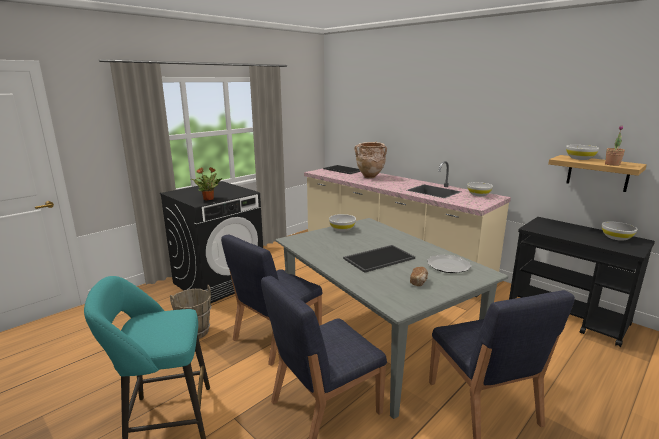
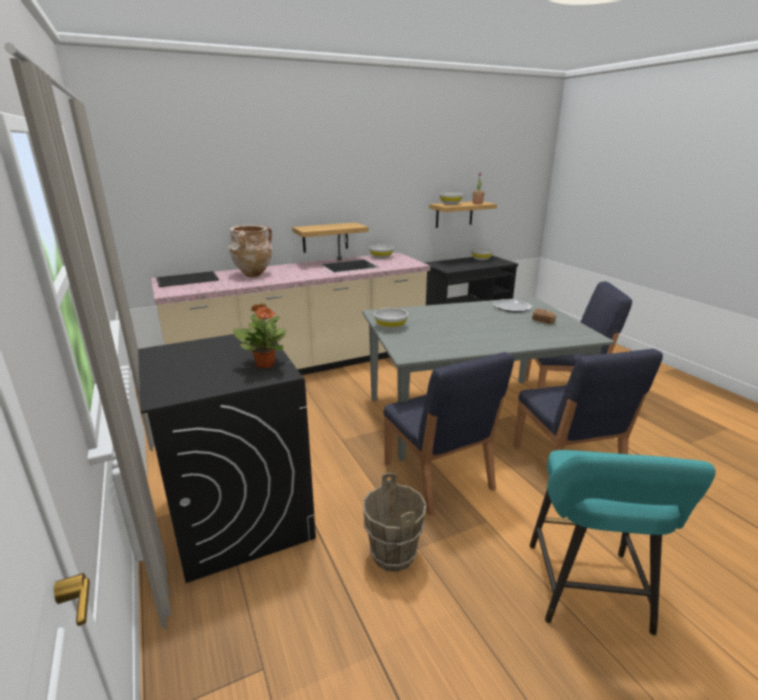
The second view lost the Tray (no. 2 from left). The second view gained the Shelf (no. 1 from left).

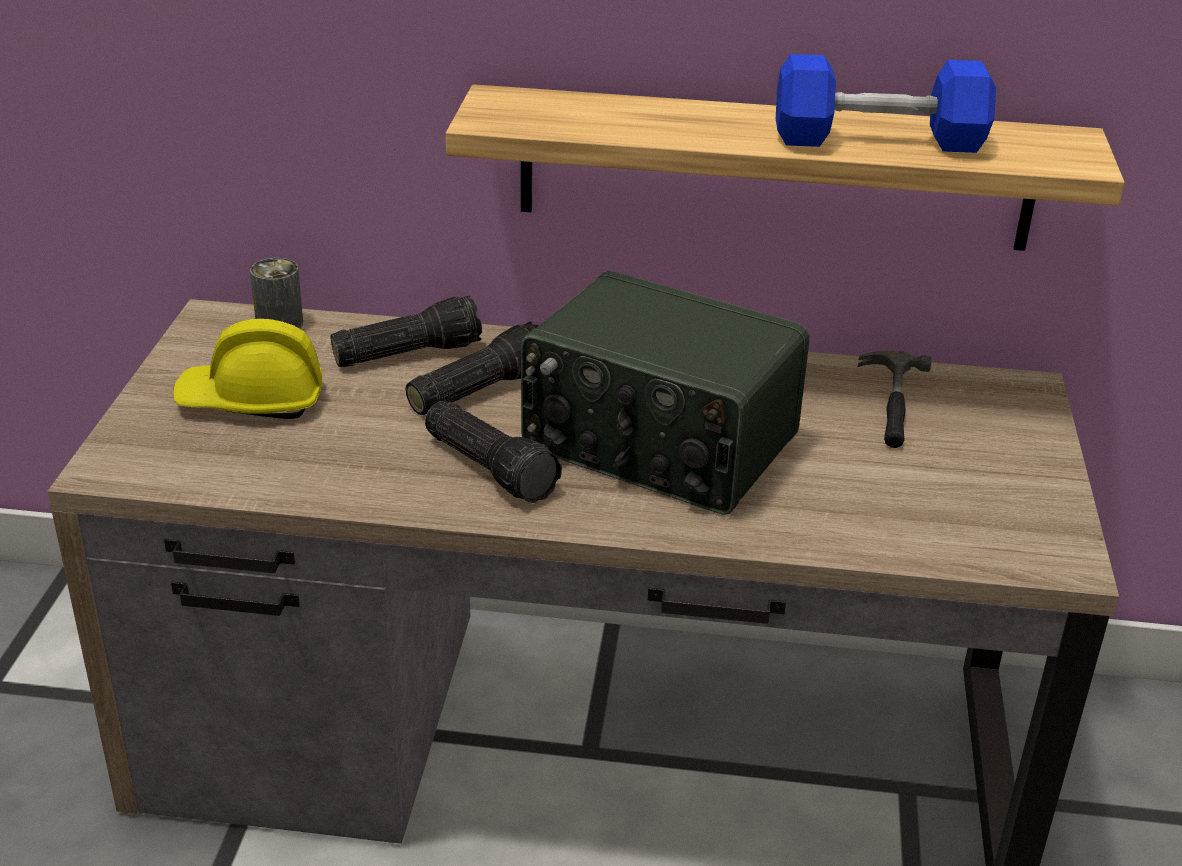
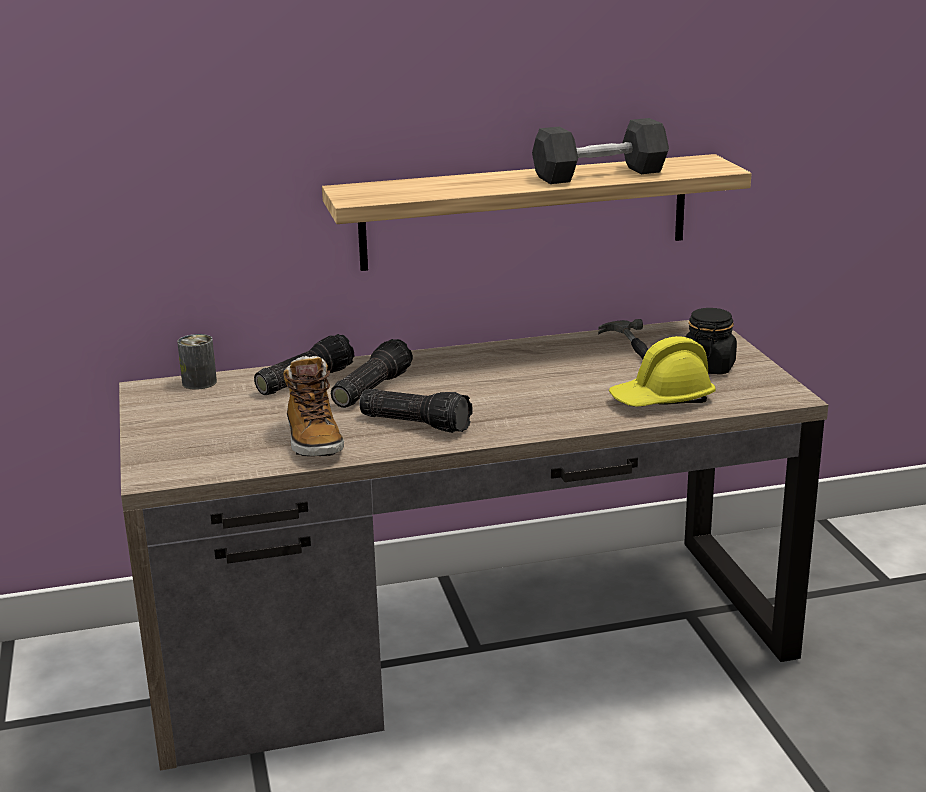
What was the BlueDumbbell turned into the BlackDumbbell. The second view lost the Radio. The YellowHardHat ended up elsewhere. The second view gained the BlackJar. The second view gained the Boot.

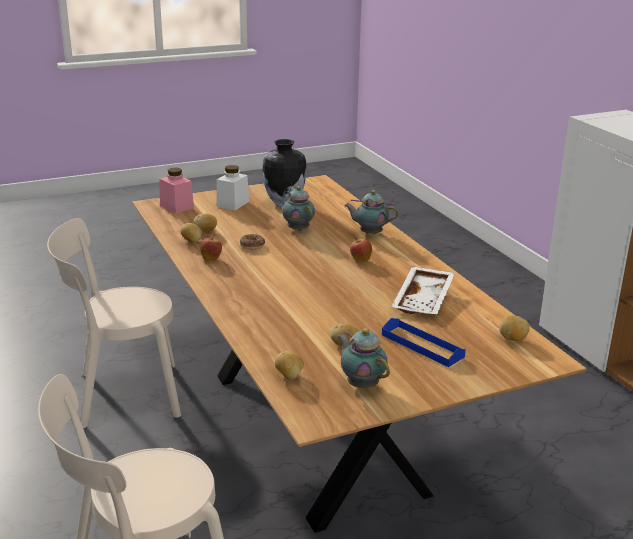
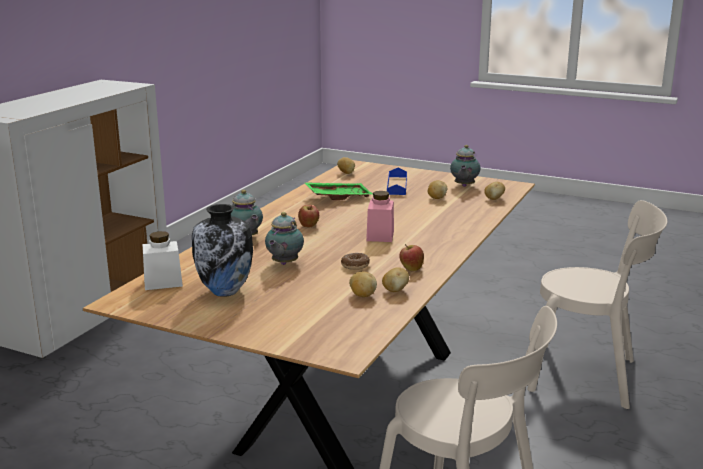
The WhiteJar ended up elsewhere. The PinkJar ended up elsewhere. What was the WhiteTray turned into the GreenTray.

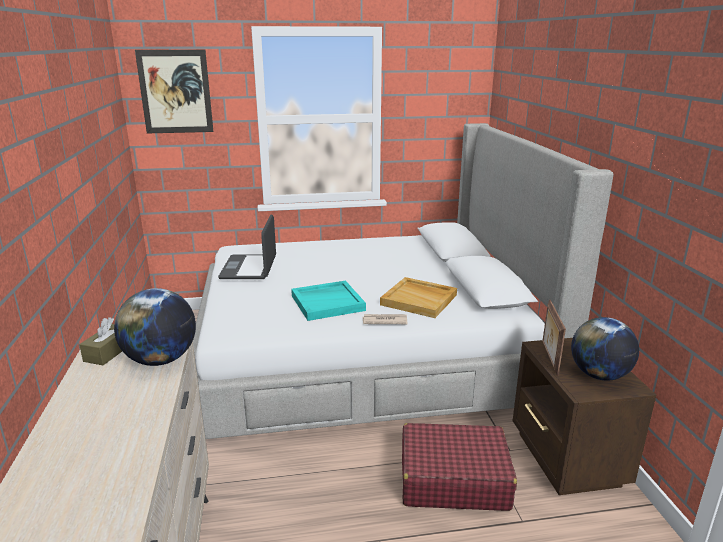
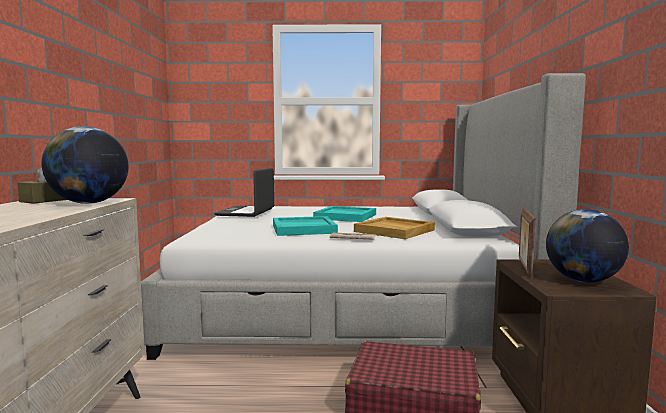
The second view lost the Picture. The second view gained the TurquoiseTray (no. 2 from left).

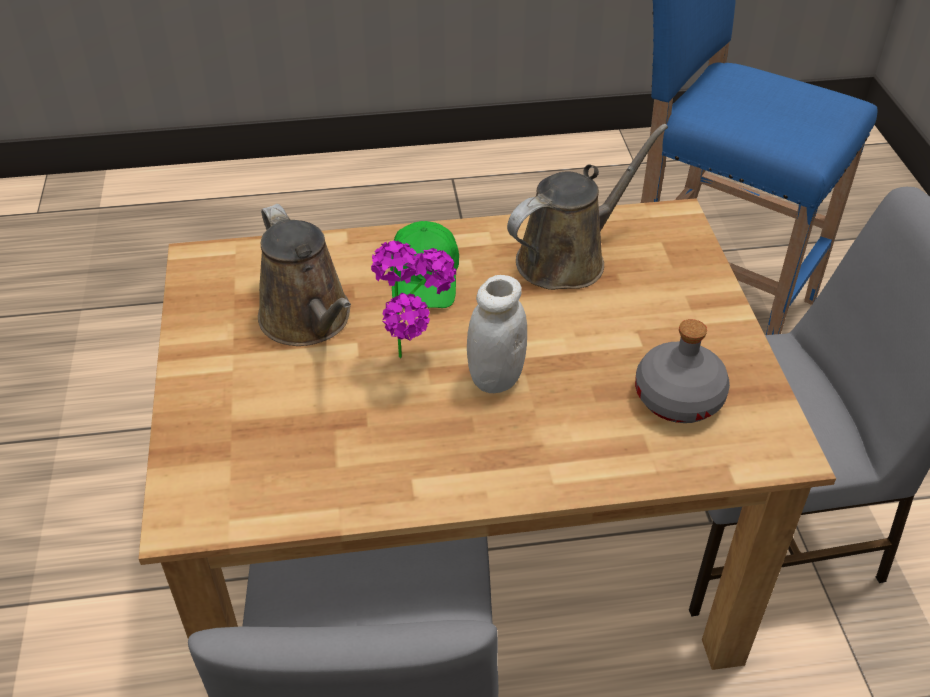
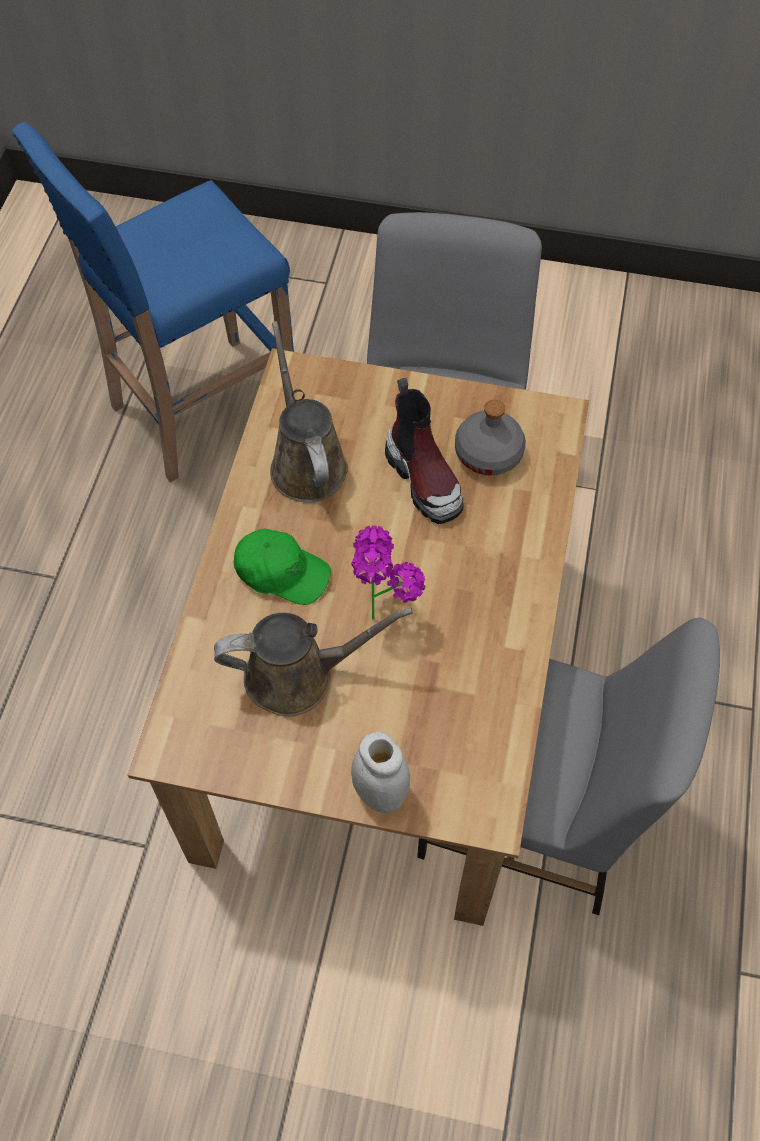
The WhiteJar ended up elsewhere. The second view gained the Boot.

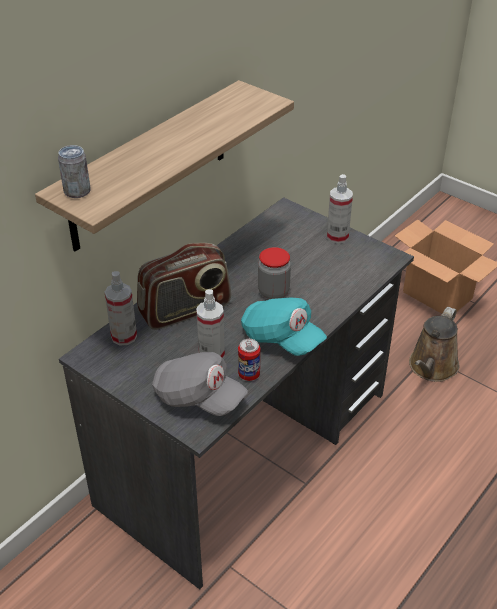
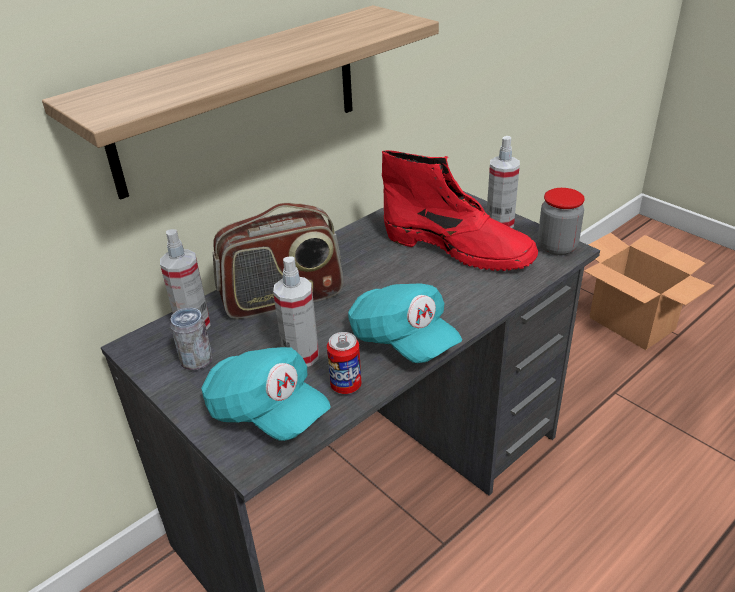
The Can (no. 1 from left) ended up elsewhere. The Jar ended up elsewhere. The second view lost the BrownWateringCan. What was the GreyCap turned into the TurquoiseCap (no. 1 from left). The second view gained the RedBoot.

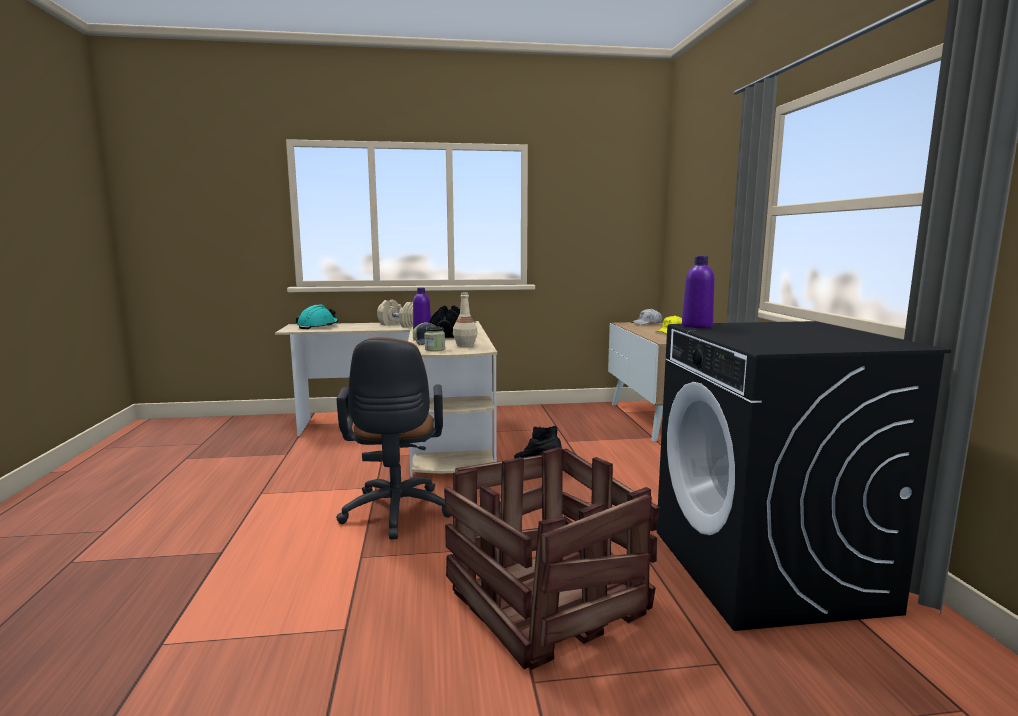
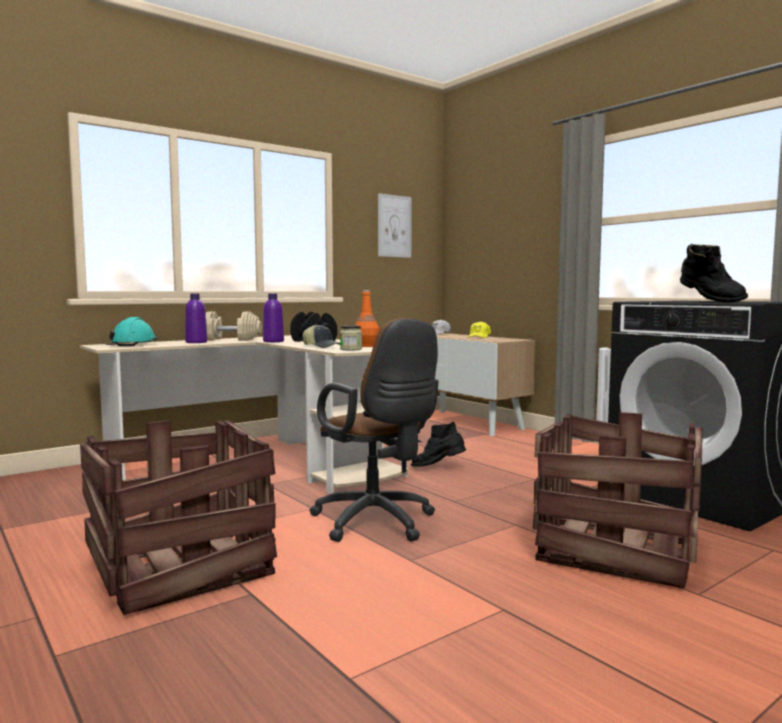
The PurpleBottle (no. 2 from left in the first image) ended up elsewhere. What was the BeigeBottle turned into the OrangeBottle. The second view gained the Picture. The second view gained the BlackBoot (no. 2 from left). The second view gained the Crate (no. 1 from left).

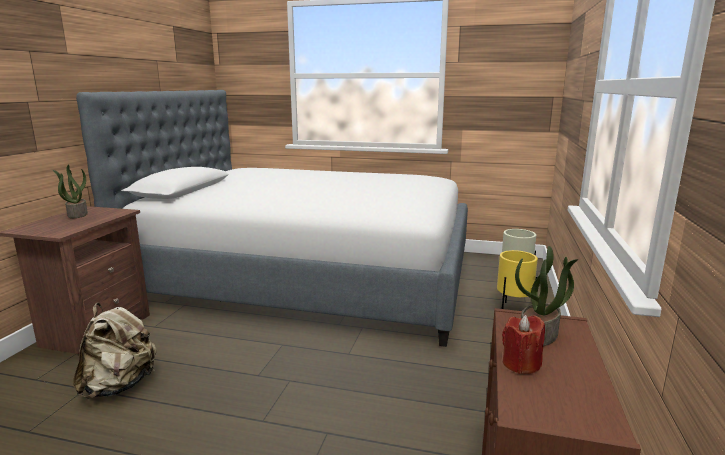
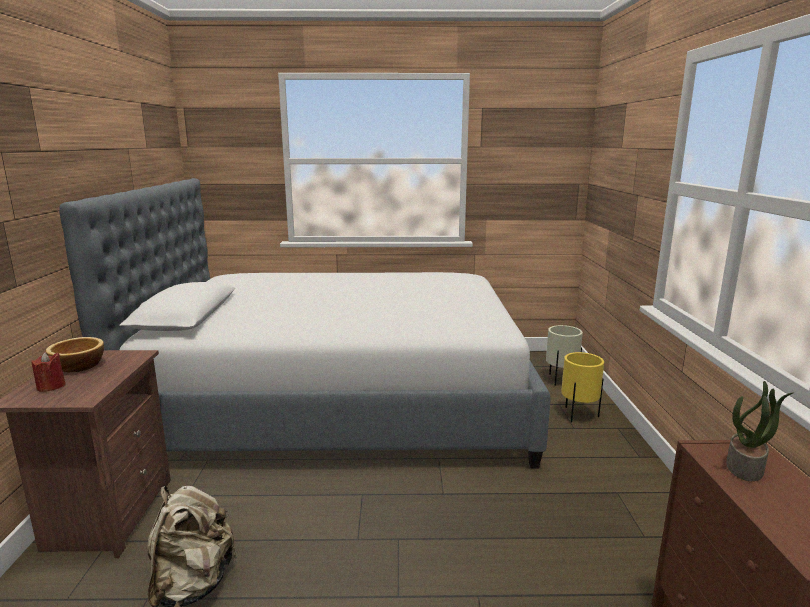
Where the PottedPlant (no. 1 from left) stood, the Bowl came to stand. The RedCandle ended up elsewhere.

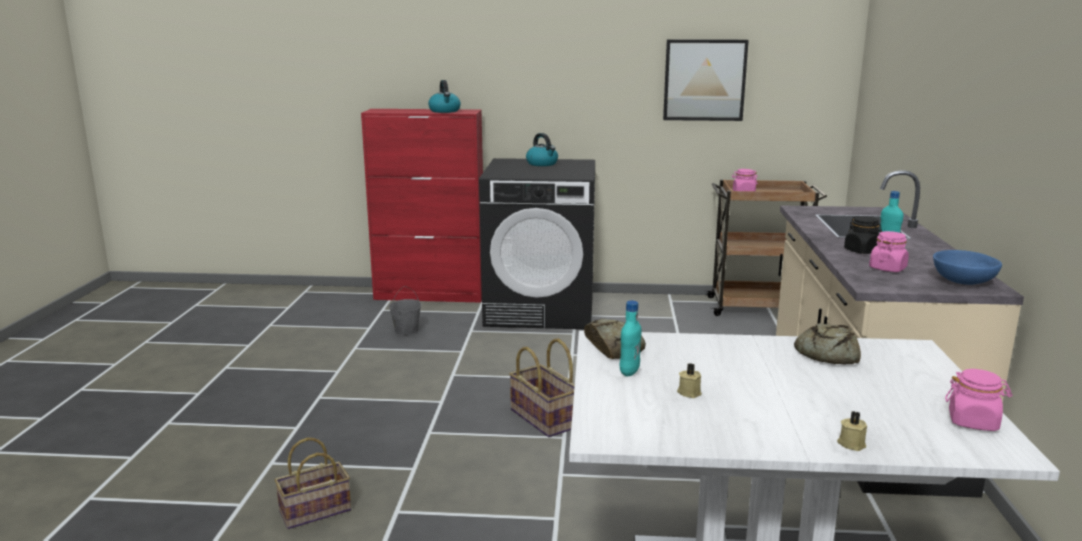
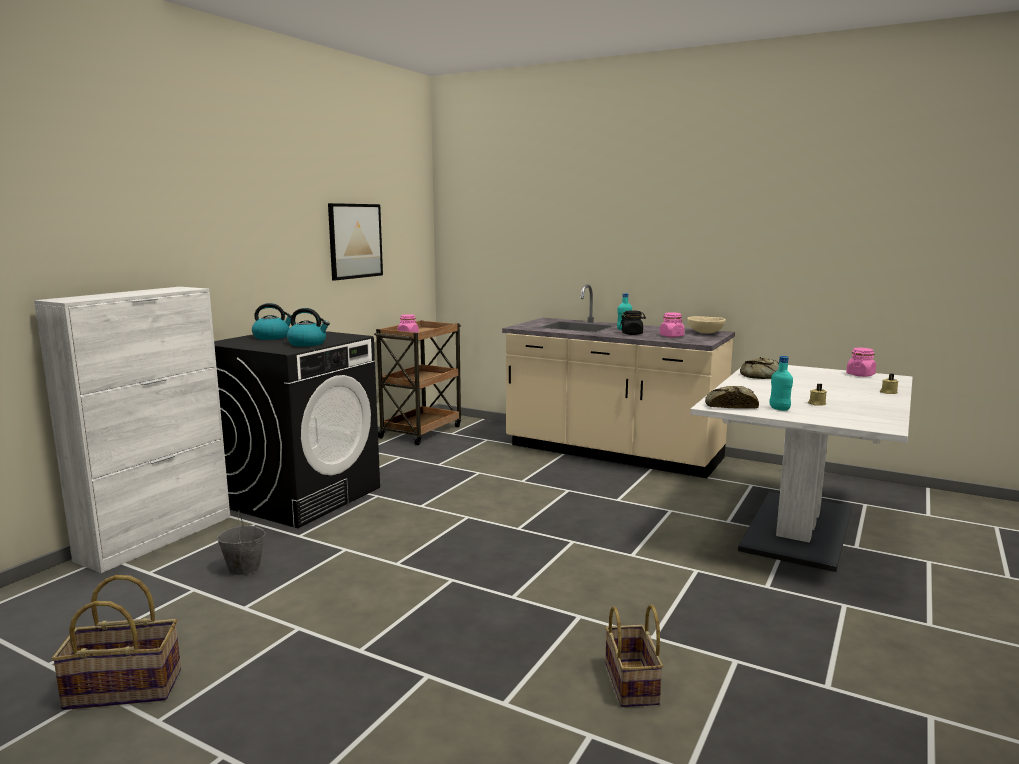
The Kettle (no. 1 from left in the first image) ended up elsewhere. What was the RedCabinet turned into the WhiteCabinet. What was the BlueBowl turned into the BeigeBowl. The Basket (no. 2 from left in the first image) ended up elsewhere.

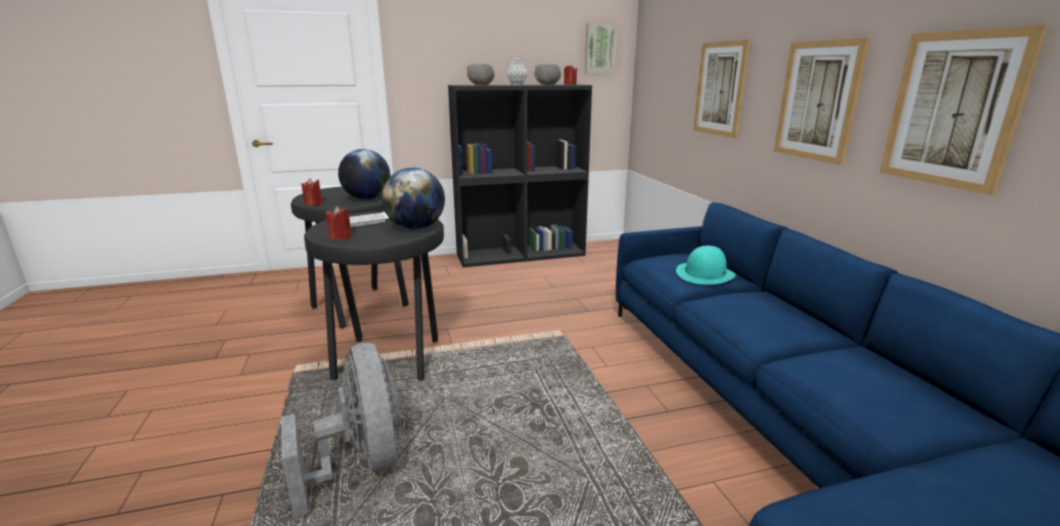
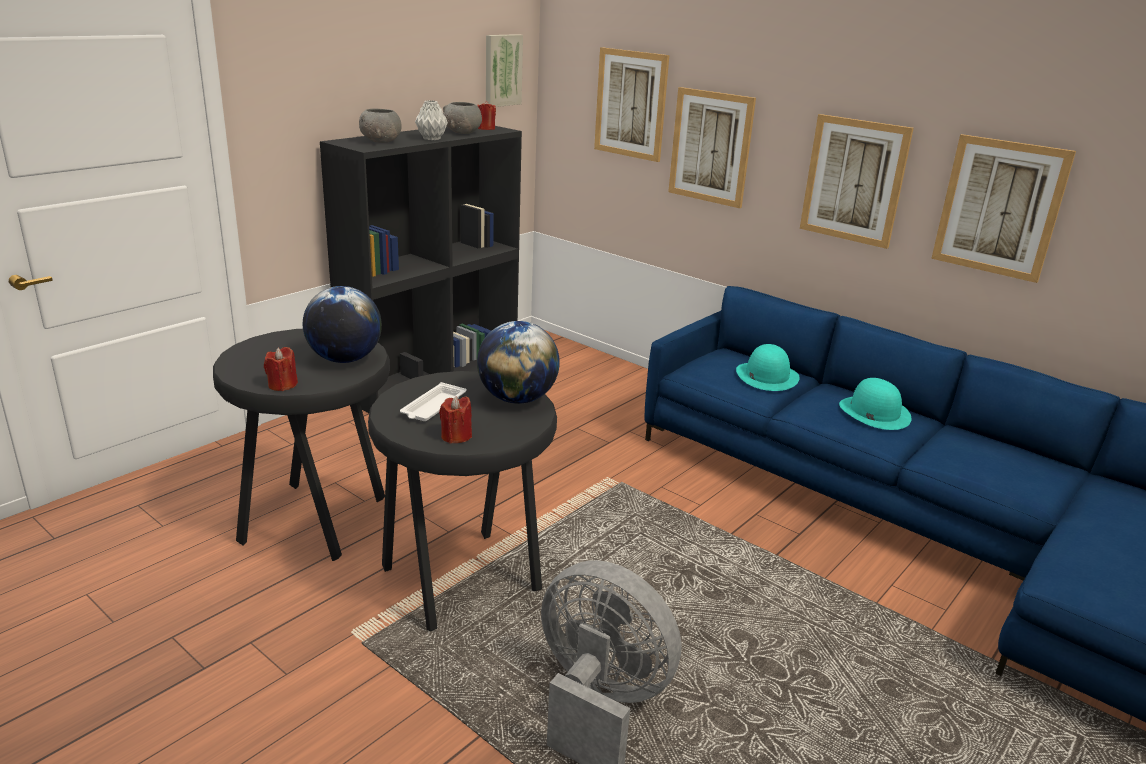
The second view gained the Picture (no. 2 from left). The second view gained the TurquoiseHat (no. 2 from left).

